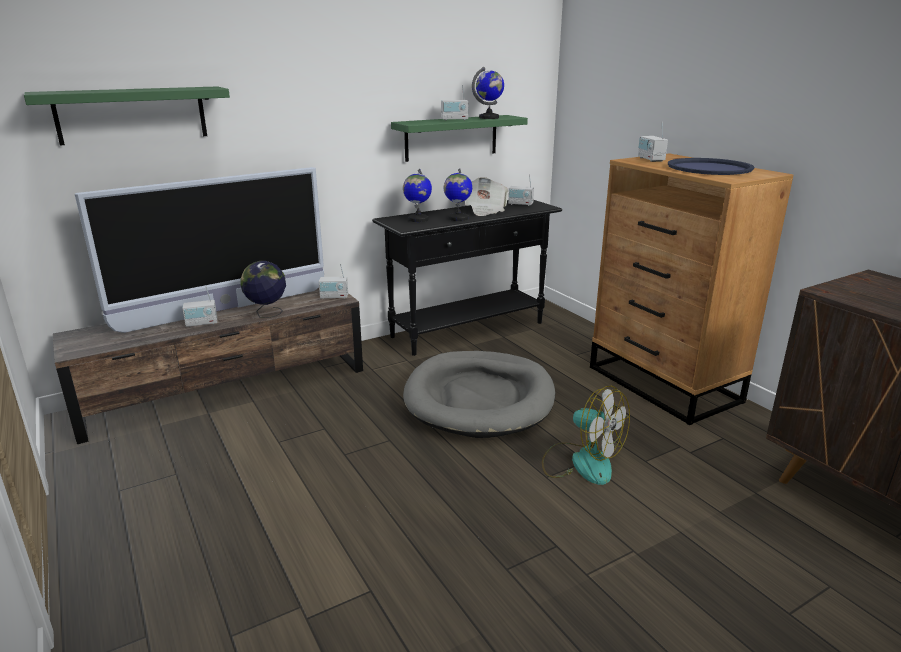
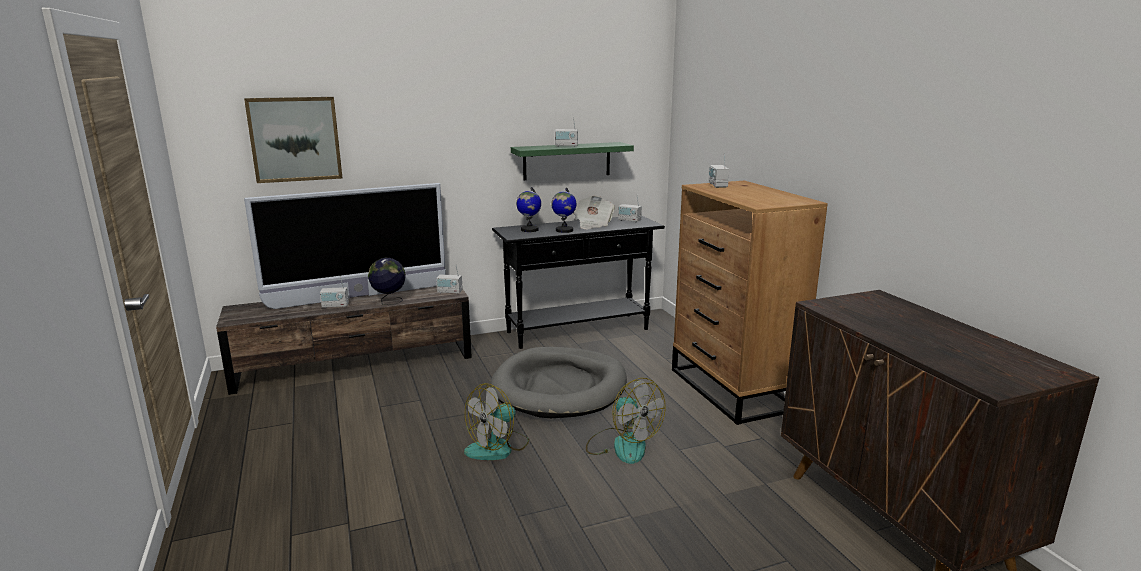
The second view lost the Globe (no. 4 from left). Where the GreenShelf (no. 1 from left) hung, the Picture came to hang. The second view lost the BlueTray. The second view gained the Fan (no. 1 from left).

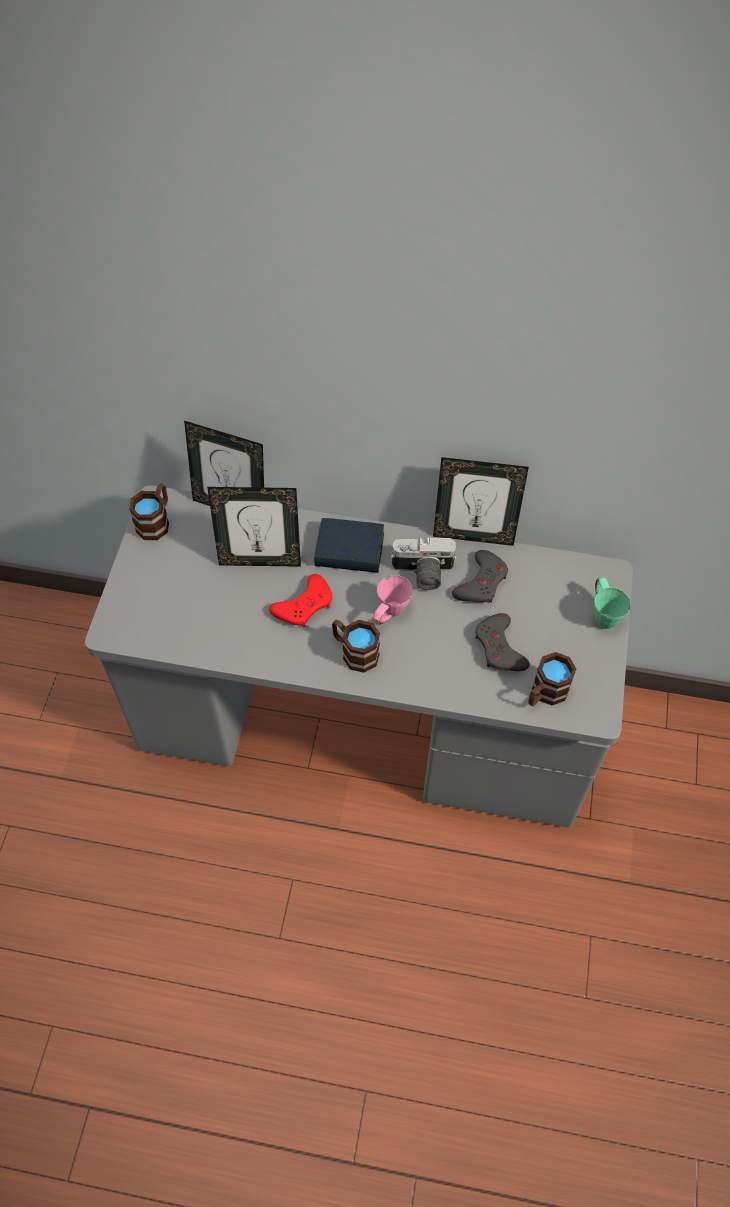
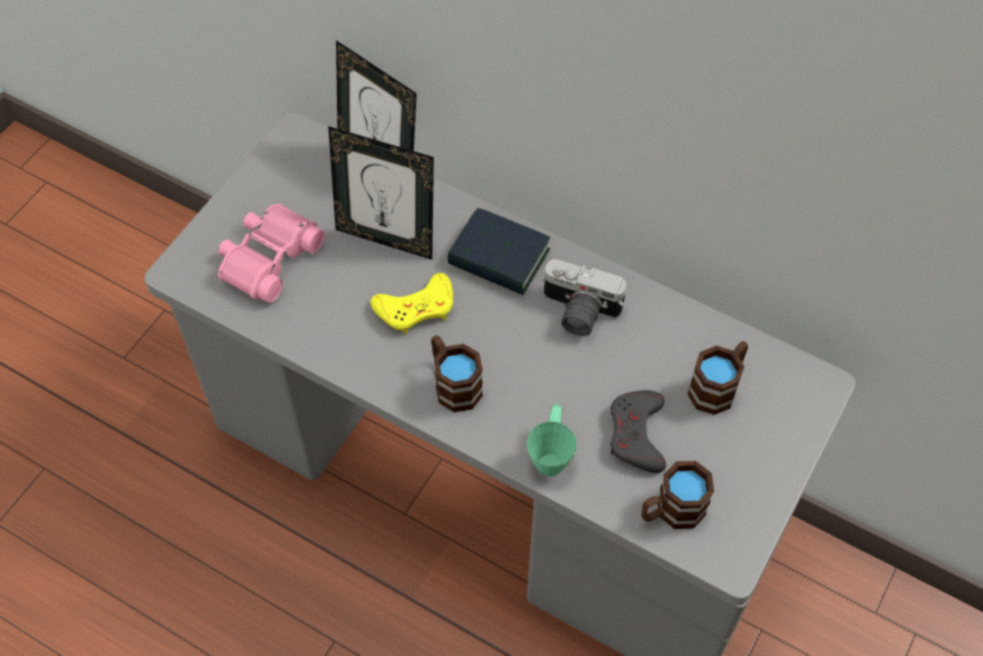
The second view lost the PictureFrame (no. 3 from left). The BrownMug (no. 1 from left in the first image) ended up elsewhere. The second view lost the GreyGameController (no. 1 from left). What was the RedGameController turned into the YellowGameController. The second view lost the PinkMug. The GreenMug ended up elsewhere. The second view gained the PinkBinoculars.

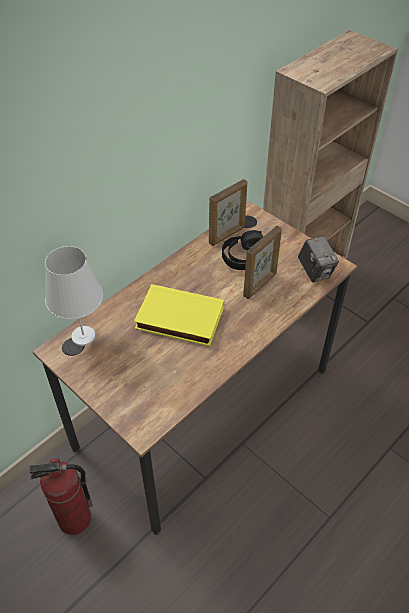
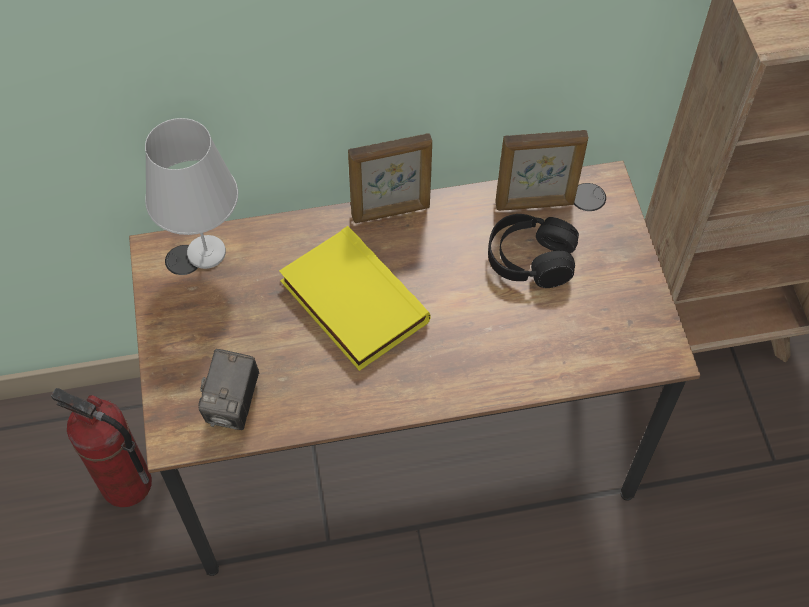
The PictureFrame (no. 2 from left in the first image) ended up elsewhere. The PhotoCamera ended up elsewhere.

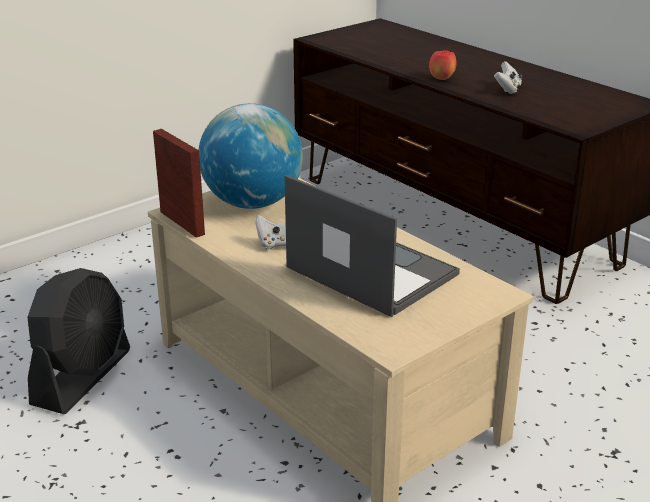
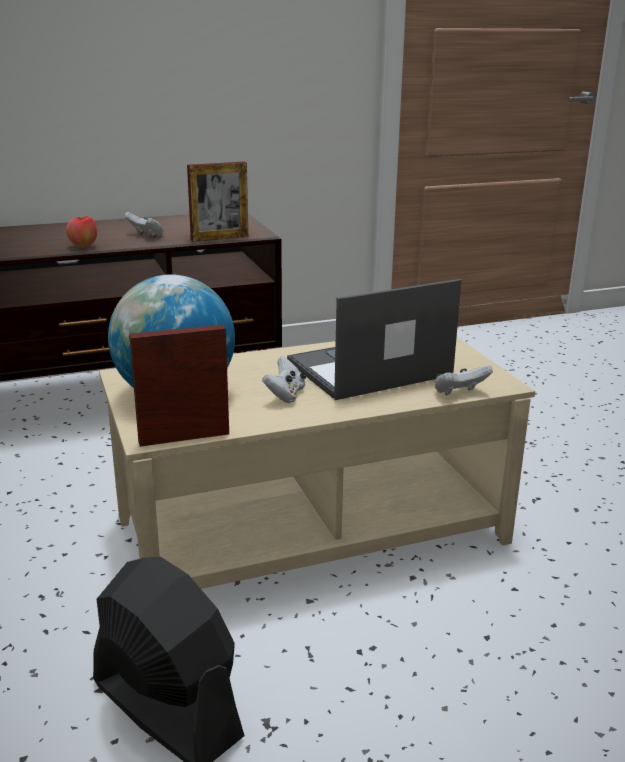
The second view gained the PictureFrame (no. 2 from left). The second view gained the WhiteGameController (no. 3 from left).

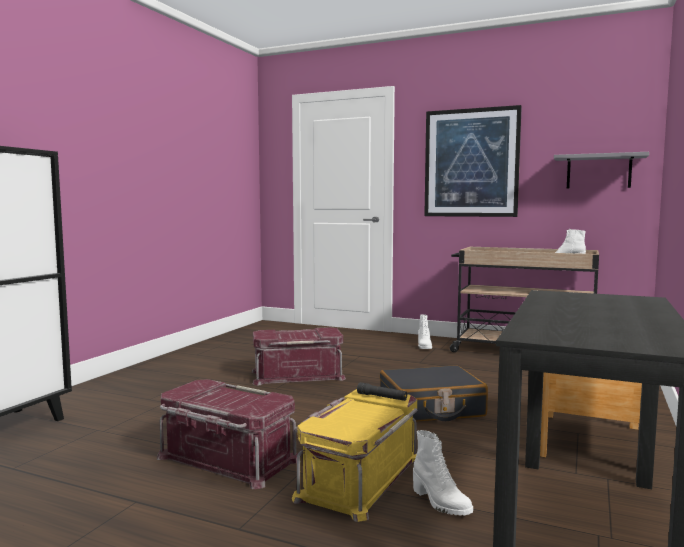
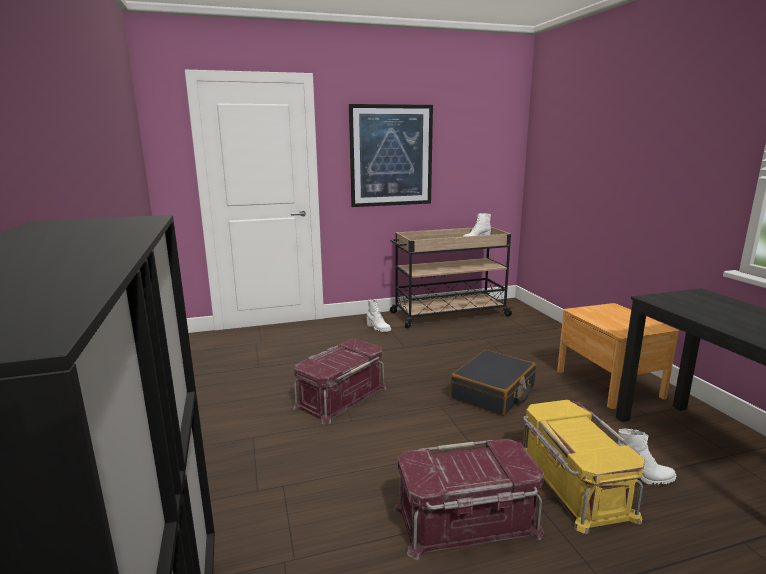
The second view lost the GreyShelf. The second view lost the BlackFlashlight.

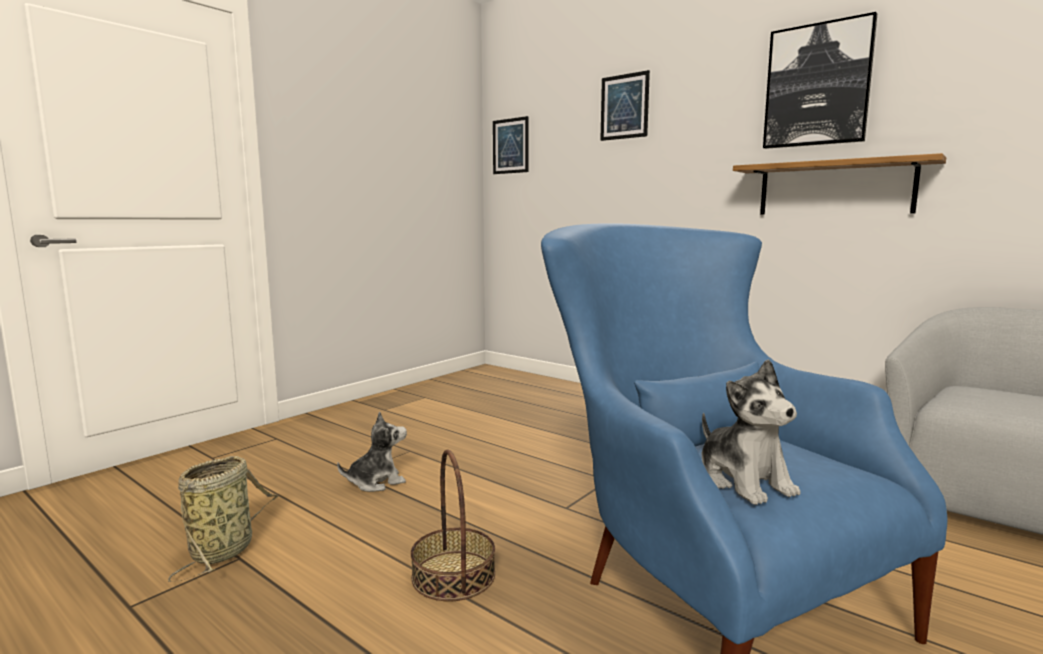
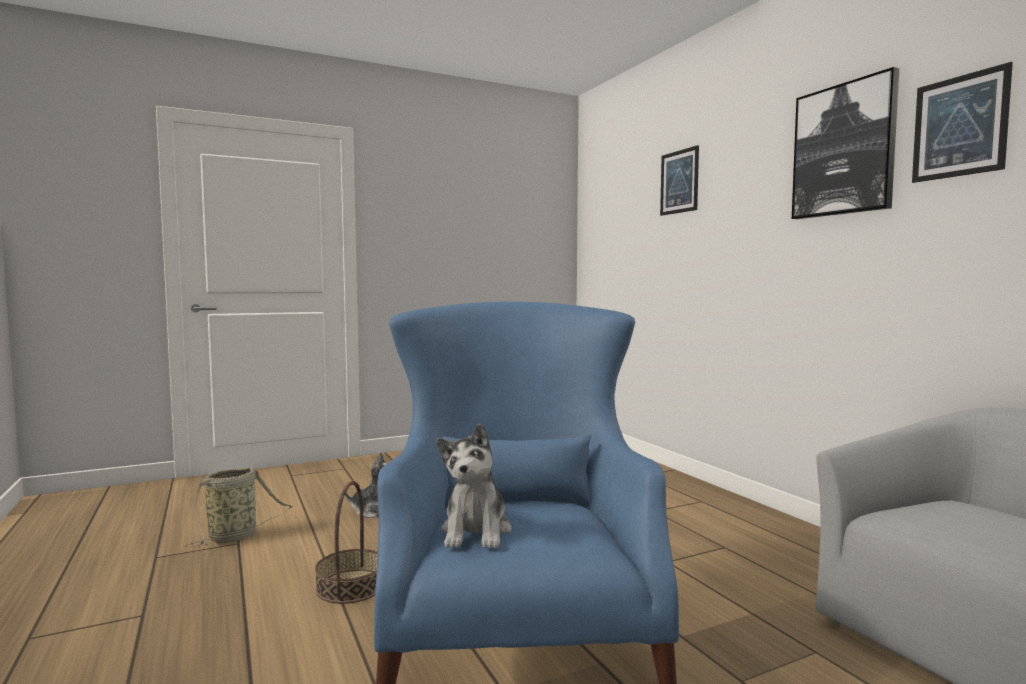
The Picture (no. 1 from left in the first image) ended up elsewhere. The second view lost the Shelf.

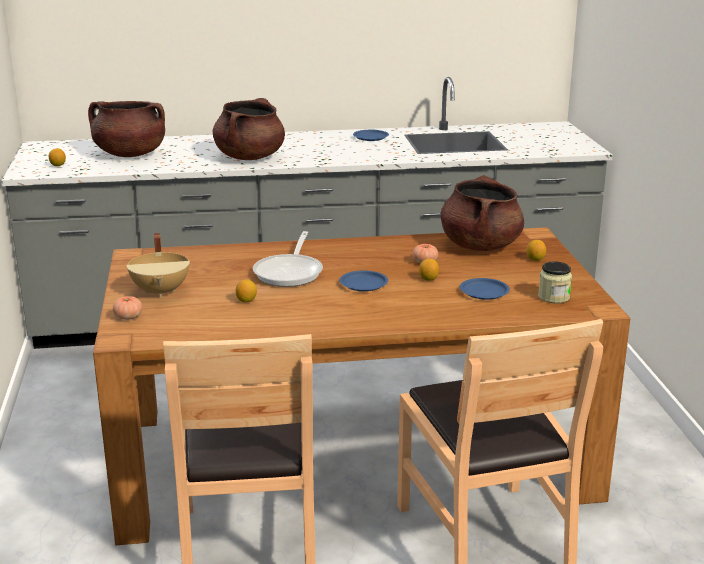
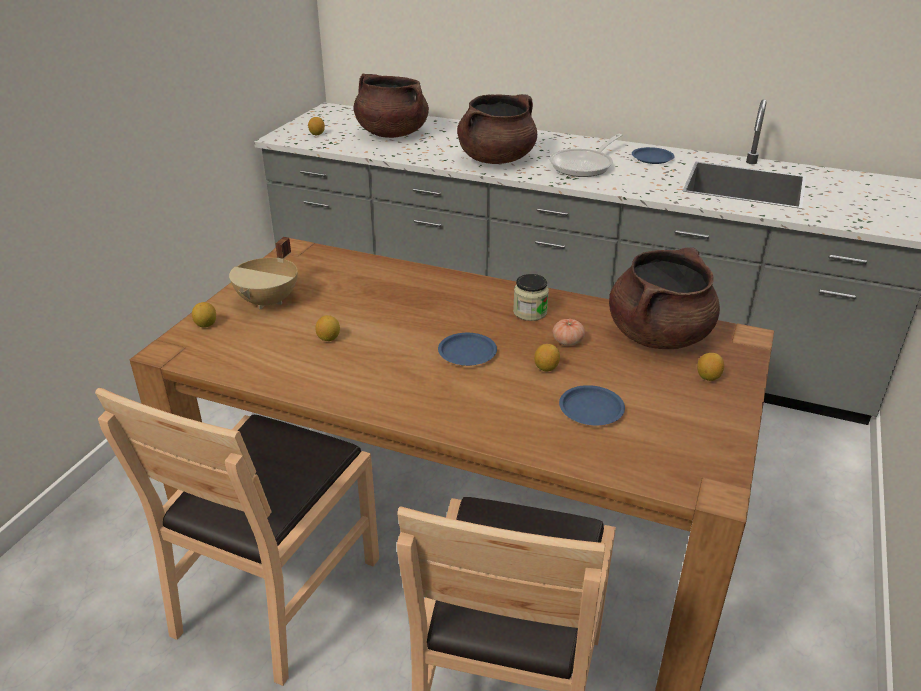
The FryingPan ended up elsewhere. The Jar ended up elsewhere. Where the Tomato (no. 1 from left) stood, the Lemon (no. 1 from left) came to stand.

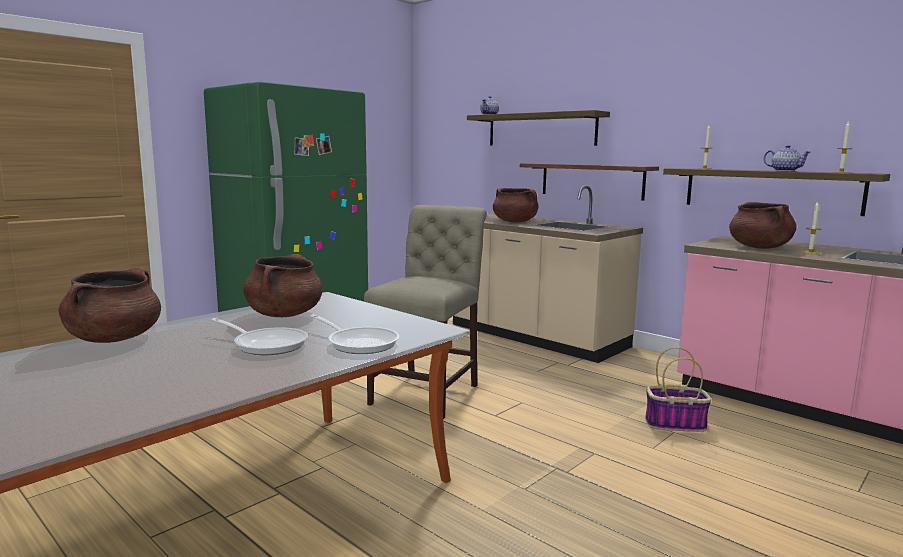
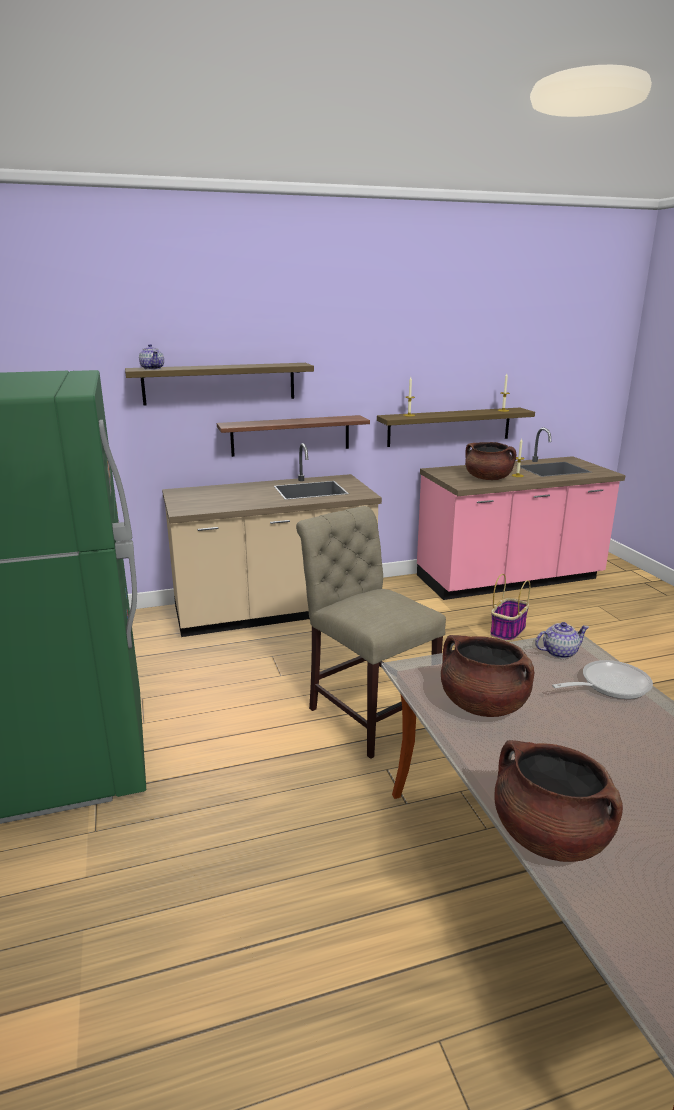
The Teapot (no. 2 from left) ended up elsewhere. The second view lost the BrownCookingPot (no. 3 from left). The second view lost the FryingPan (no. 1 from left).

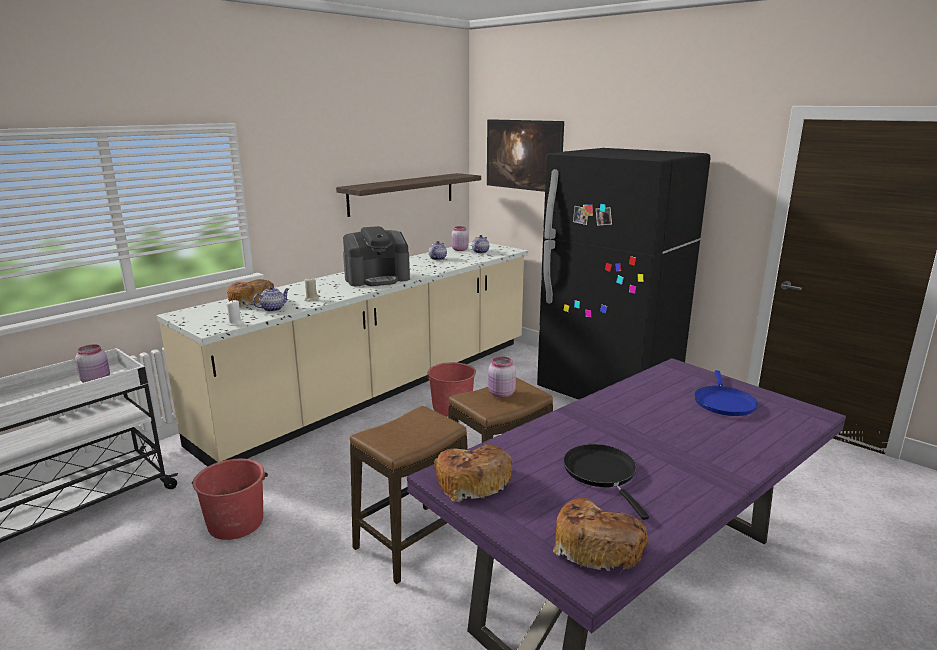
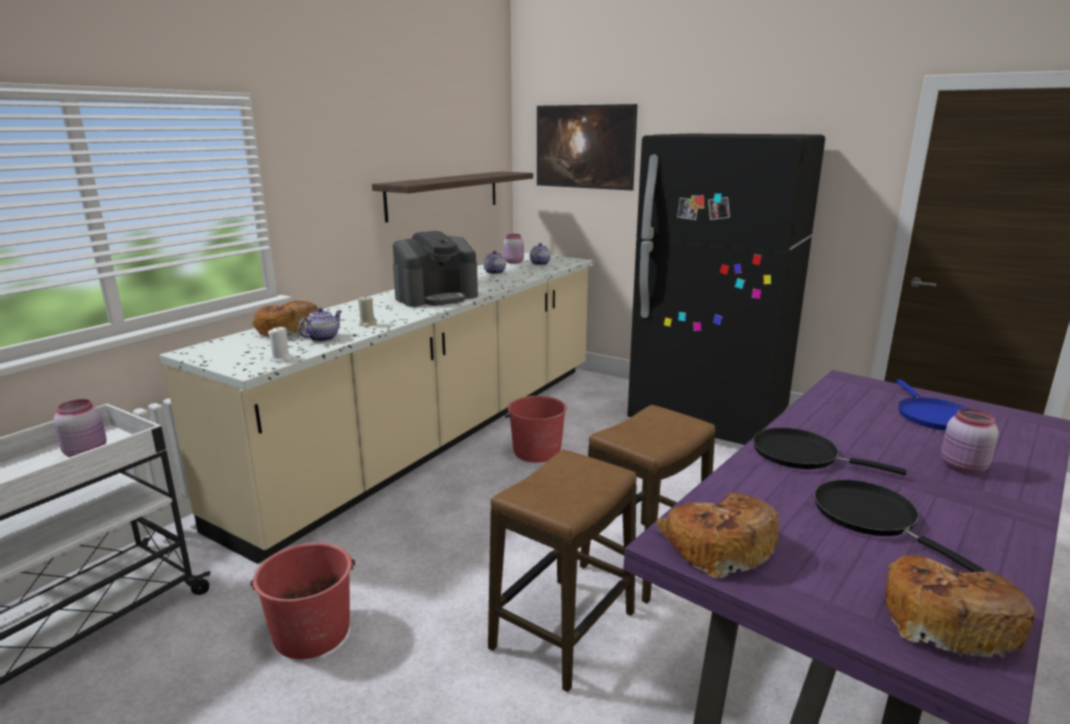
The PinkJar (no. 3 from left) ended up elsewhere. The second view gained the BlackFryingPan (no. 1 from left).

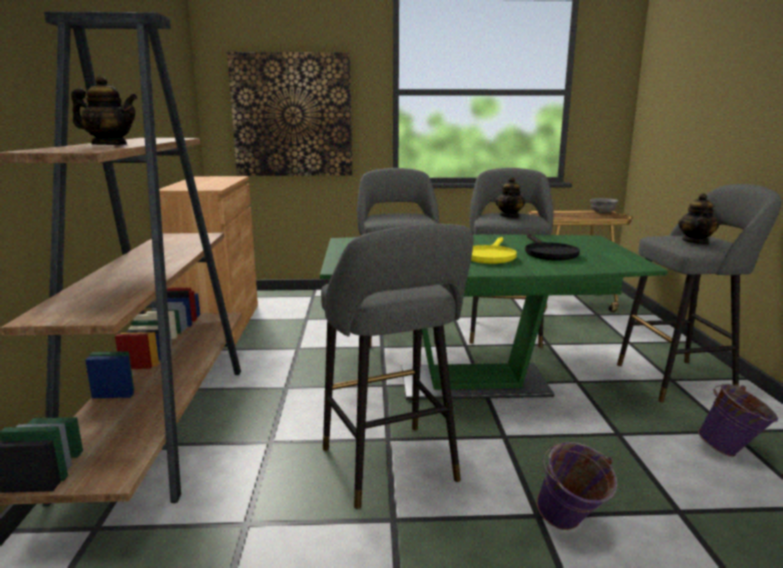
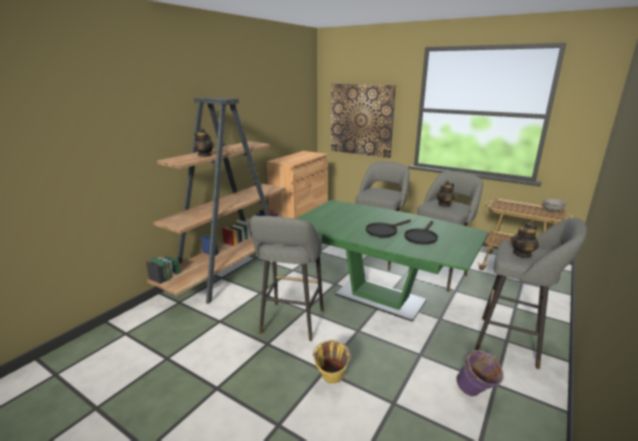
What was the YellowFryingPan turned into the BlackFryingPan (no. 1 from left). What was the PurpleBucket (no. 1 from left) turned into the YellowBucket.

